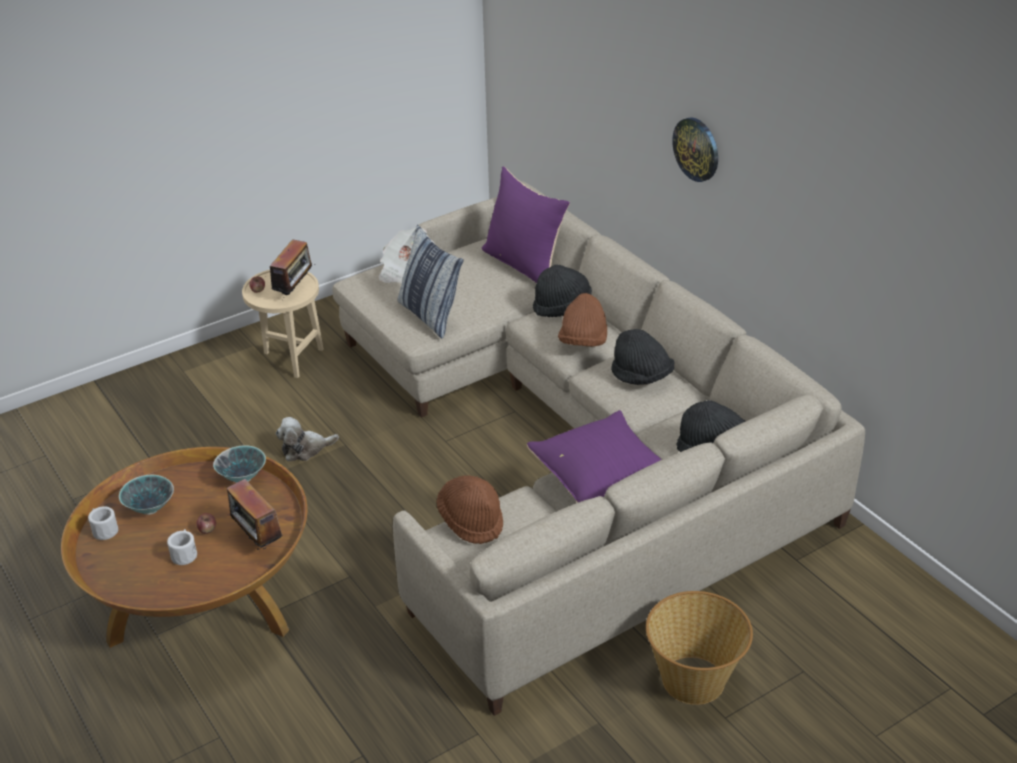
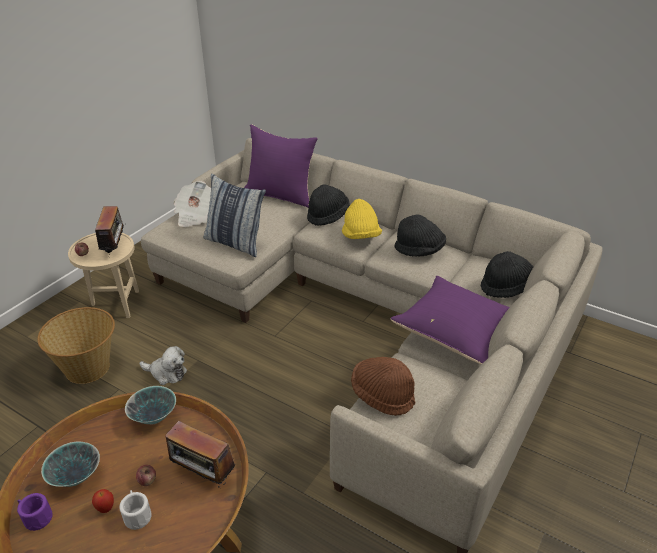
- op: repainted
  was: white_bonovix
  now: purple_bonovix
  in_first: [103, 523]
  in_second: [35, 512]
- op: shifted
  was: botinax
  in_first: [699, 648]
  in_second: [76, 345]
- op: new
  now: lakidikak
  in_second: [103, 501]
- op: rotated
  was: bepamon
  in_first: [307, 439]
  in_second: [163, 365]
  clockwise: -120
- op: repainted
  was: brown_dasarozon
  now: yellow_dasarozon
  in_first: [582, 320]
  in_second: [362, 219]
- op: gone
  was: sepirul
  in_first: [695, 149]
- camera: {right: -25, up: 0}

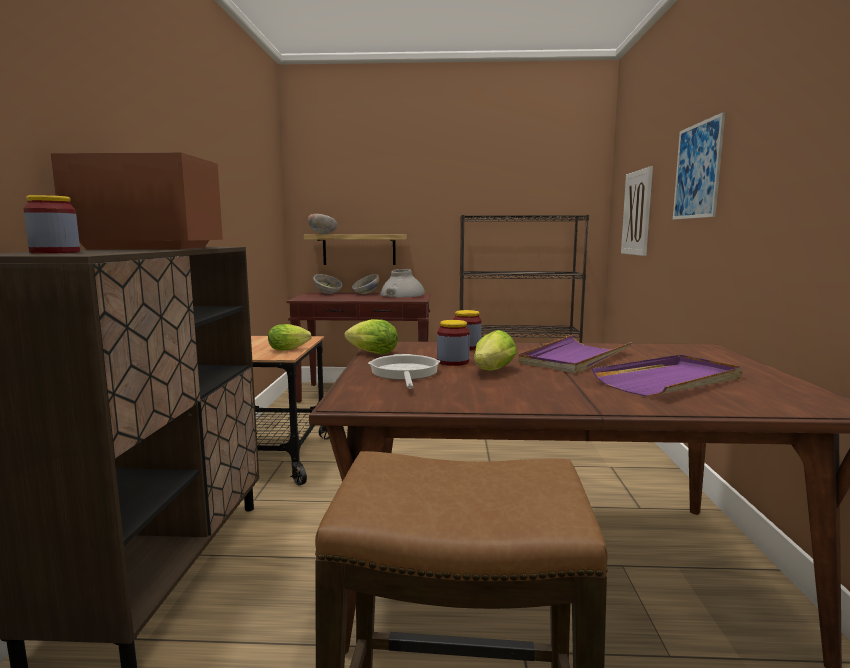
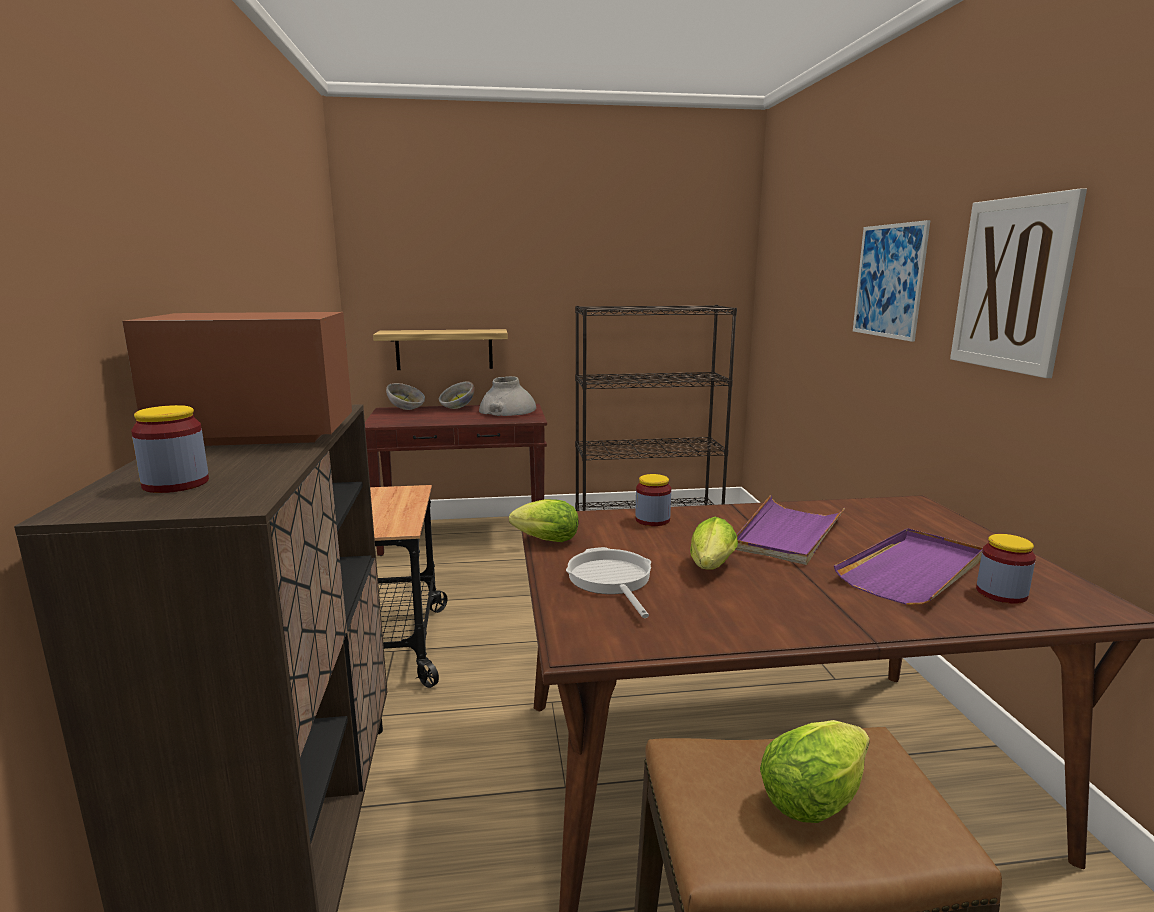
- op: shifted
  was: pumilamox
  in_first: [290, 337]
  in_second: [815, 771]
- op: shifted
  was: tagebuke
  in_first: [637, 211]
  in_second: [1018, 283]
- op: shifted
  was: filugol
  in_first: [453, 343]
  in_second: [1006, 569]
- op: gone
  was: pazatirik
  in_first: [323, 224]
- camera: {right: -10, up: 5}

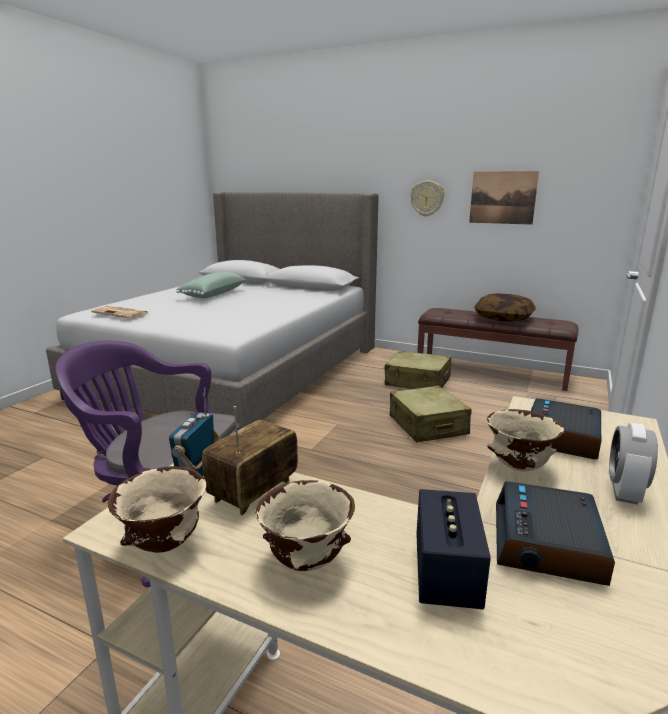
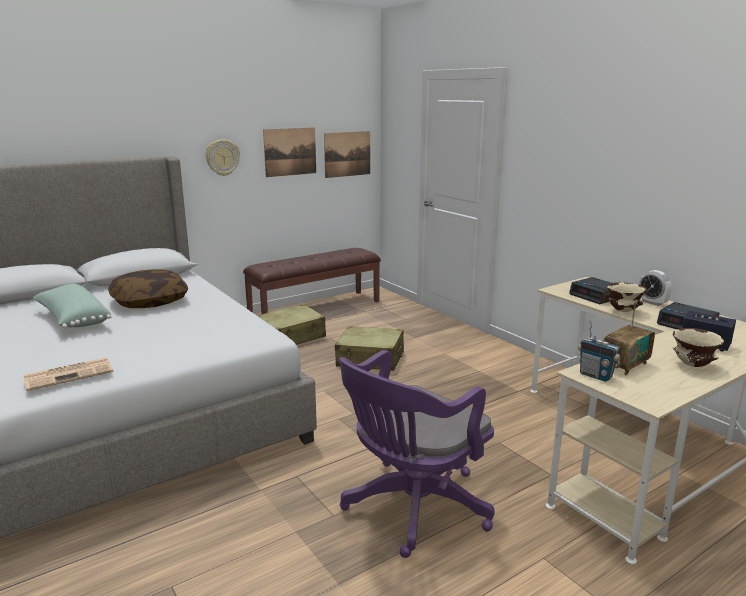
- op: shifted
  was: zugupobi
  in_first: [505, 307]
  in_second: [148, 288]
- op: new
  now: tagebuke
  in_second: [347, 154]
- op: rotated
  was: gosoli
  in_first: [250, 460]
  in_second: [629, 337]
  clockwise: -105
- op: gone
  was: beige_pazatirik
  in_first: [157, 509]
- camera: {right: -60, up: 0}

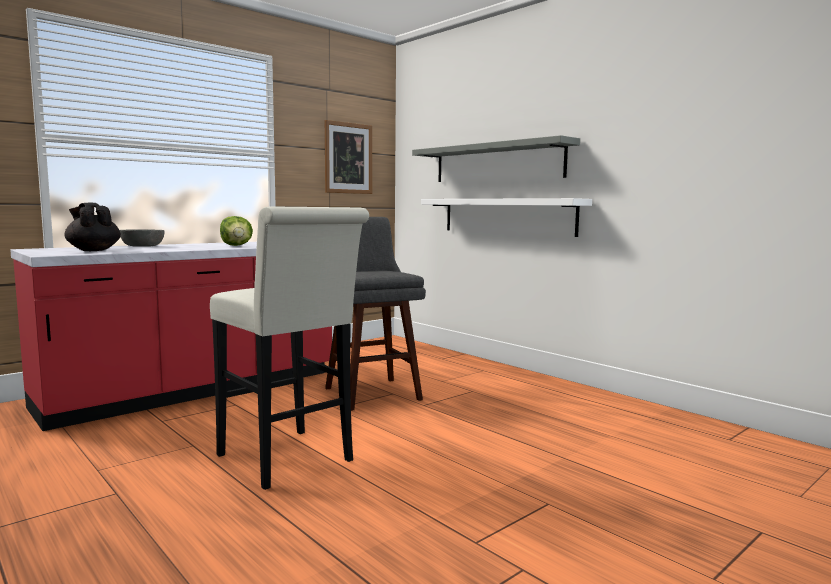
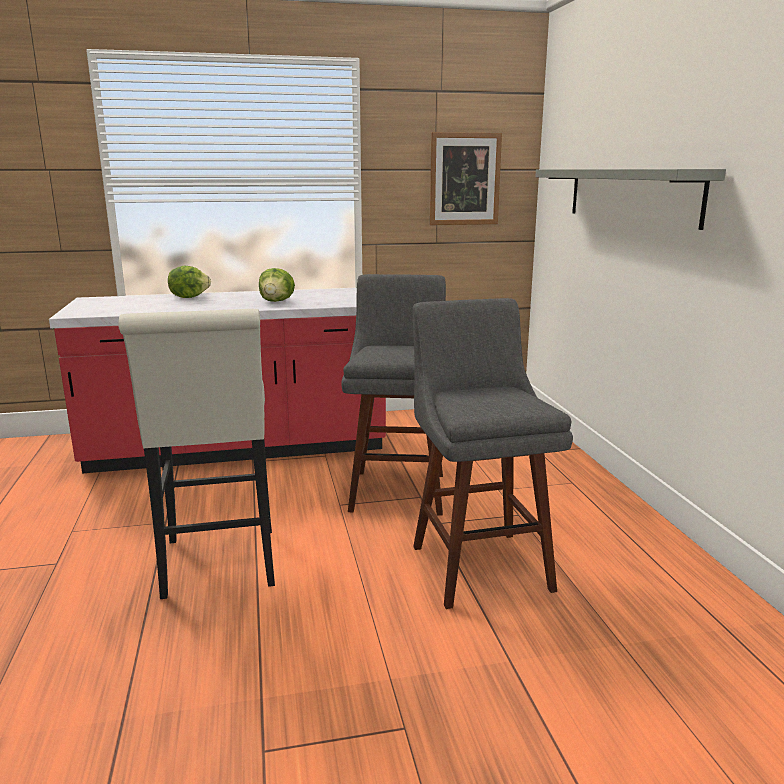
- op: swapped
  was: grey_pazatirik
  now: pumilamox
  in_first: [142, 238]
  in_second: [189, 282]
- op: new
  now: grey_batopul
  in_second: [493, 453]
- op: gone
  was: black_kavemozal
  in_first: [92, 227]
- op: gone
  was: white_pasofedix
  in_first: [506, 217]
- camera: {right: 30, up: 10}

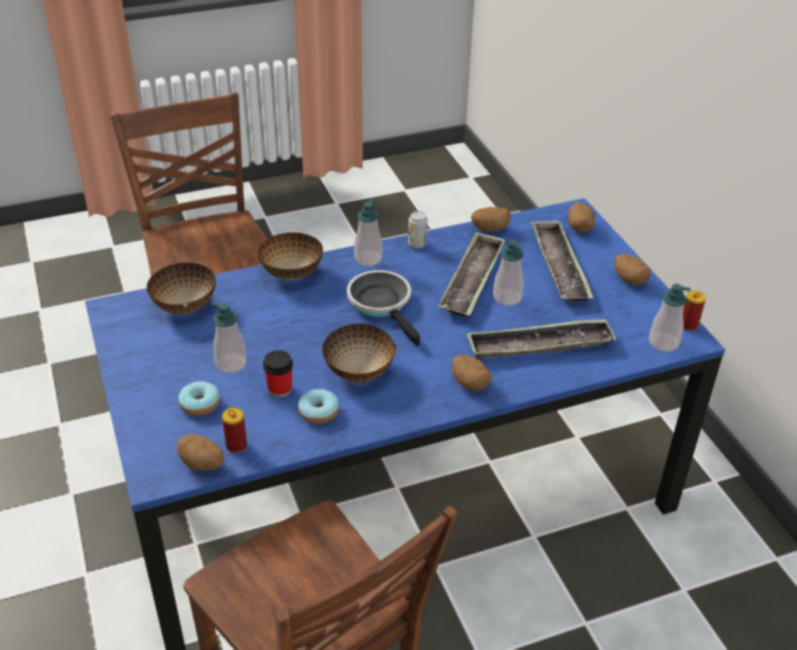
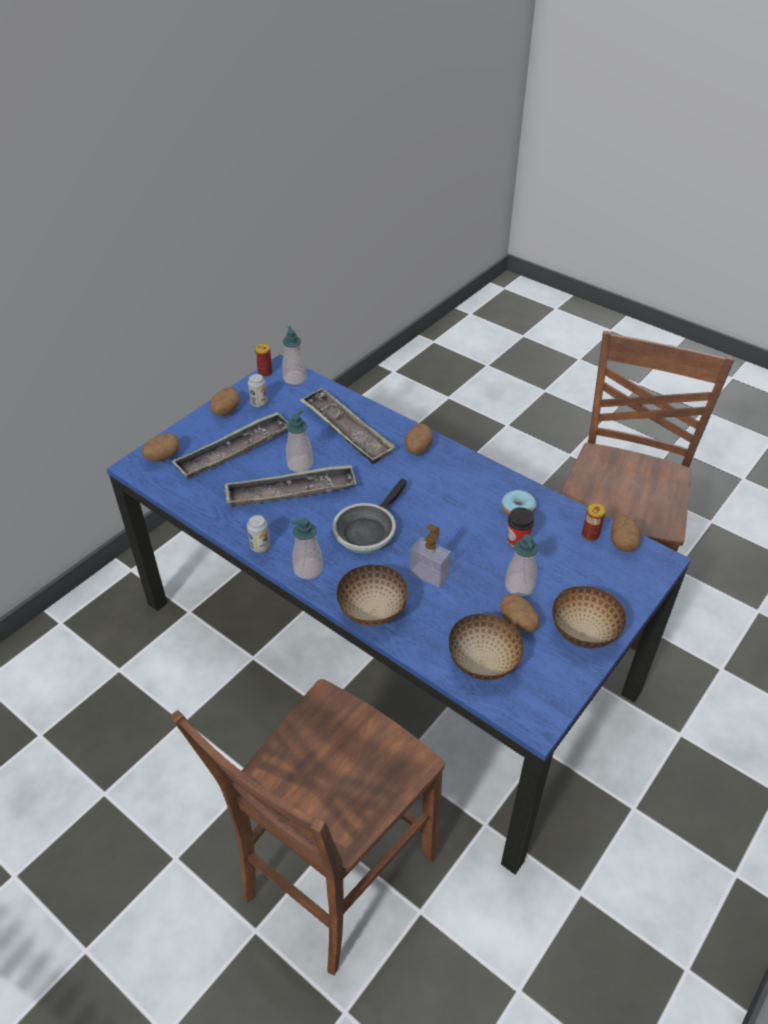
- op: new
  now: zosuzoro
  in_second: [257, 390]
- op: new
  now: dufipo
  in_second: [430, 556]
- op: shifted
  was: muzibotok
  in_first: [491, 219]
  in_second: [519, 613]
- op: shifted
  was: pazatirik
  in_first: [359, 353]
  in_second: [589, 617]
- op: gone
  was: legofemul
  in_first: [199, 398]
- camera: {right: -120, up: 5}

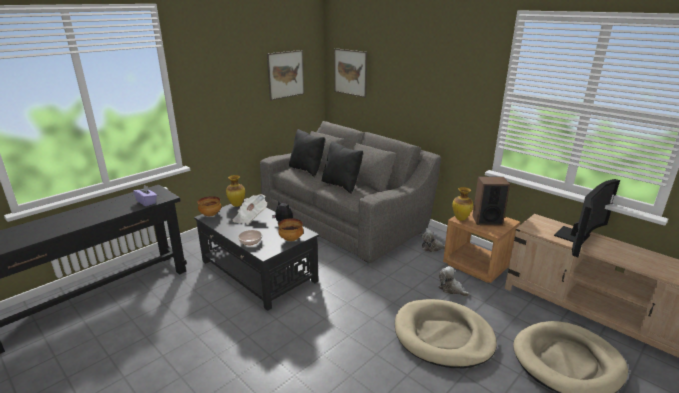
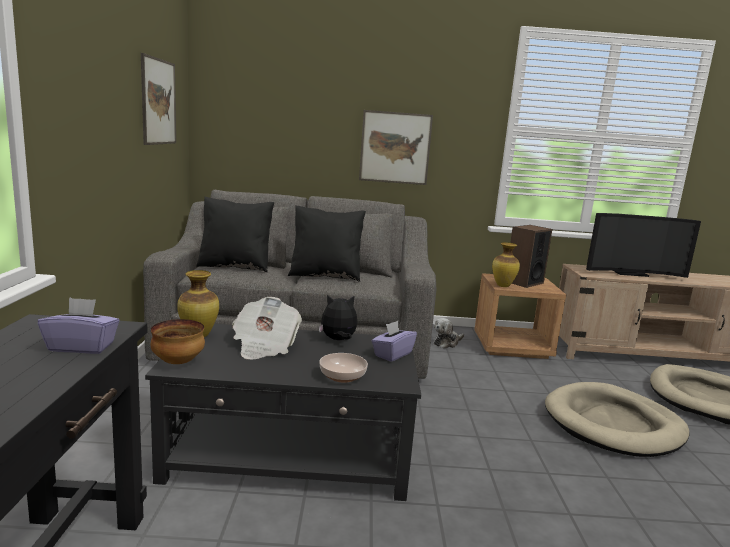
- op: shifted
  was: tagebuke
  in_first: [350, 73]
  in_second: [396, 147]
- op: swapped
  was: pazatirik
  now: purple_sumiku
  in_first: [290, 229]
  in_second: [394, 341]
- op: rotated
  was: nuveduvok
  in_first: [587, 218]
  in_second: [643, 245]
  clockwise: 90
- op: gone
  was: bepamon
  in_first: [454, 281]
- camera: {right: -45, up: -10}

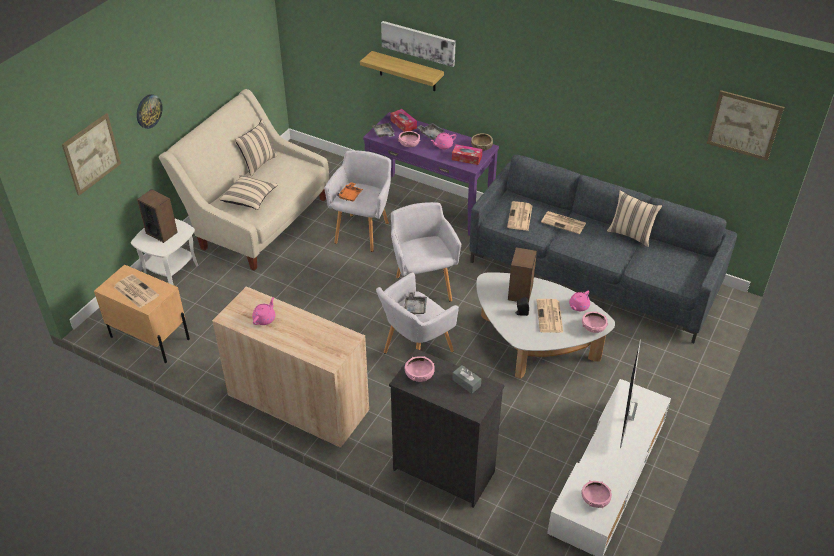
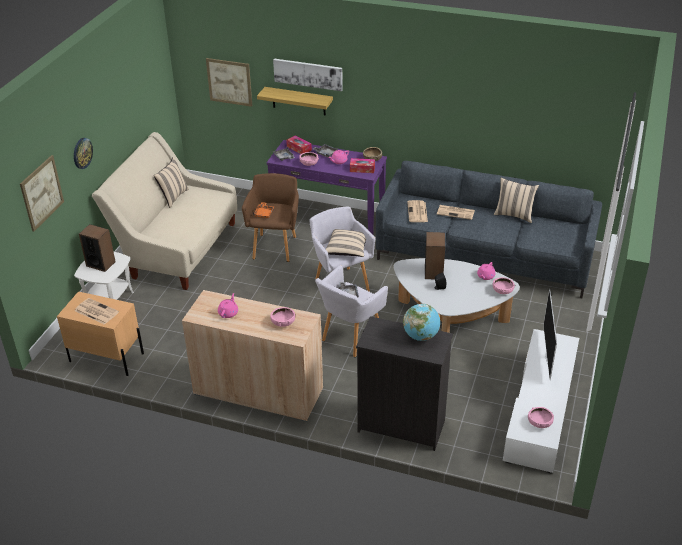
- op: shifted
  was: tagebuke
  in_first: [745, 125]
  in_second: [229, 82]
- op: repainted
  was: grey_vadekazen
  now: brown_vadekazen
  in_first: [357, 201]
  in_second: [270, 217]
- op: shifted
  was: pink_pazatirik
  in_first: [420, 369]
  in_second: [282, 317]
- op: shifted
  was: beige_zugupobi
  in_first: [248, 192]
  in_second: [346, 243]
- op: swapped
  was: grey_sumiku
  now: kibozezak
  in_first: [466, 379]
  in_second: [421, 322]
- op: gone
  was: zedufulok
  in_first: [549, 316]
- camera: {right: -10, up: -5}

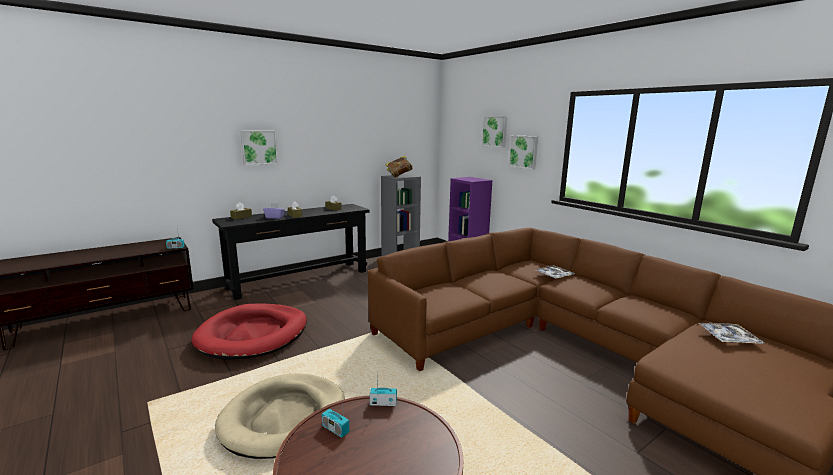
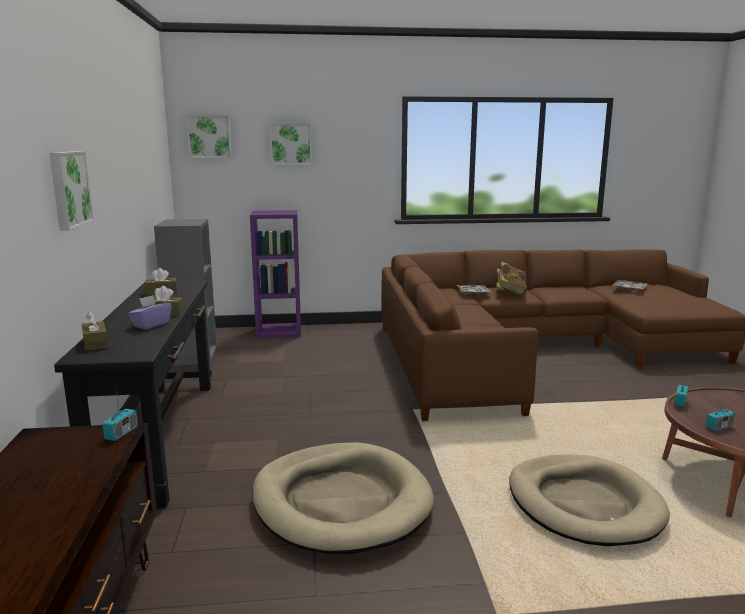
- op: shifted
  was: tagebuke
  in_first: [523, 152]
  in_second: [209, 136]
- op: repainted
  was: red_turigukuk
  now: beige_turigukuk
  in_first: [249, 331]
  in_second: [343, 498]
- op: shifted
  was: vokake
  in_first: [399, 166]
  in_second: [511, 279]
- camera: {right: -60, up: 0}

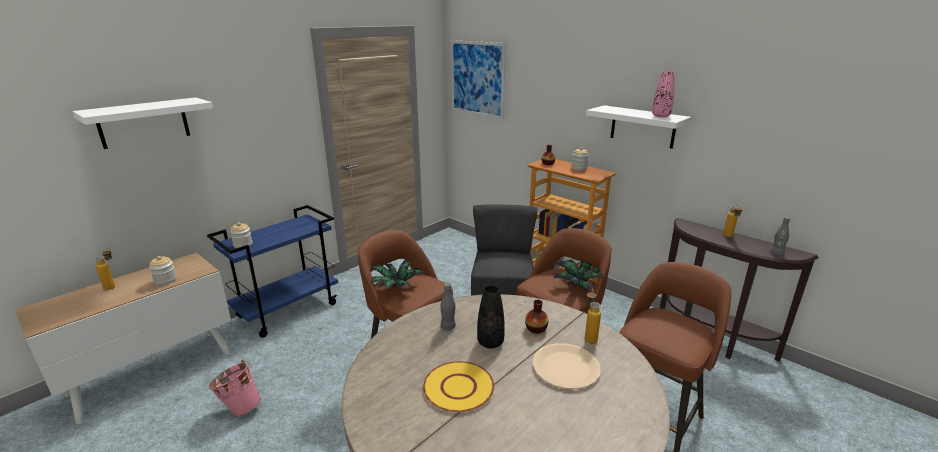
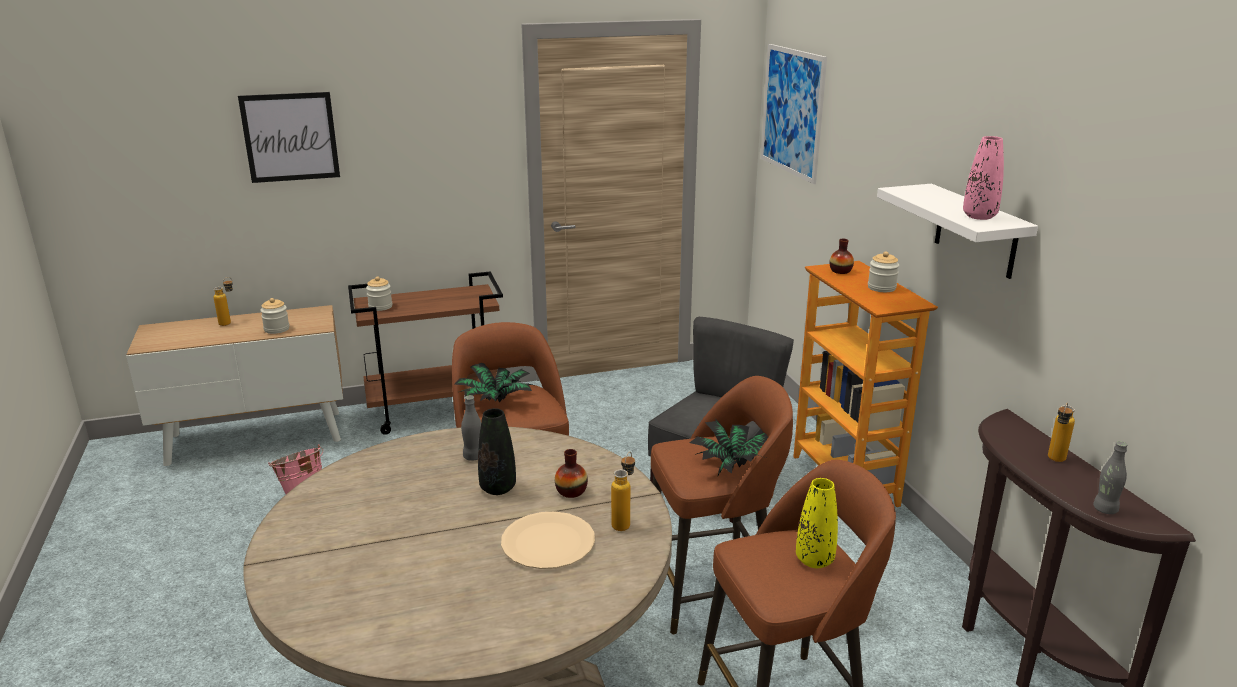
- op: swapped
  was: white_pasofedix
  now: tagebuke
  in_first: [142, 123]
  in_second: [289, 137]
- op: repainted
  was: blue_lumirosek
  now: brown_lumirosek
  in_first: [272, 271]
  in_second: [425, 353]
- op: new
  now: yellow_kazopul
  in_second: [817, 523]
- op: gone
  was: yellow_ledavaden
  in_first: [458, 386]
- camera: {right: 30, up: 0}

